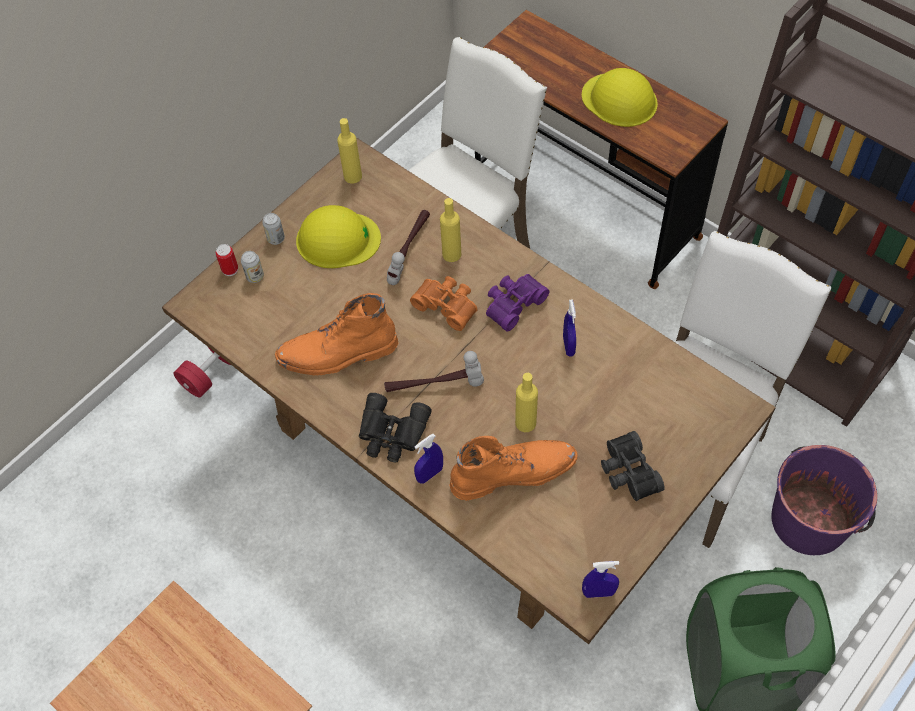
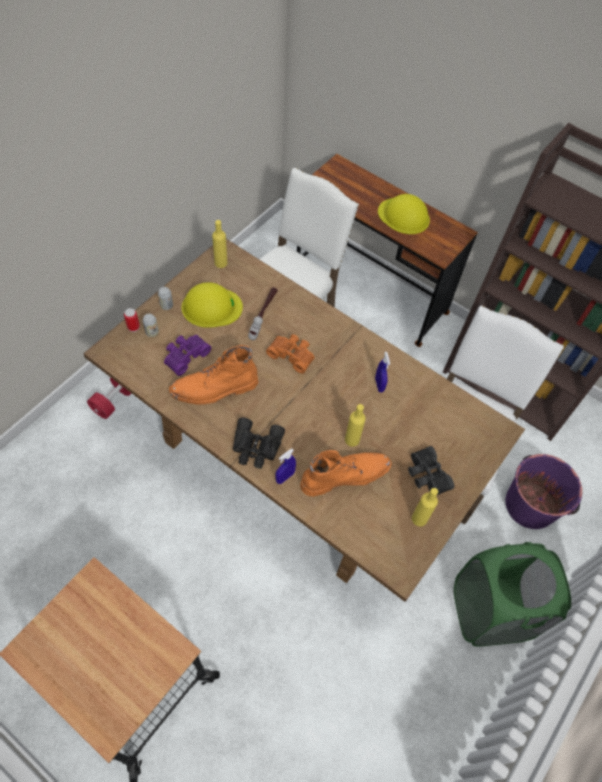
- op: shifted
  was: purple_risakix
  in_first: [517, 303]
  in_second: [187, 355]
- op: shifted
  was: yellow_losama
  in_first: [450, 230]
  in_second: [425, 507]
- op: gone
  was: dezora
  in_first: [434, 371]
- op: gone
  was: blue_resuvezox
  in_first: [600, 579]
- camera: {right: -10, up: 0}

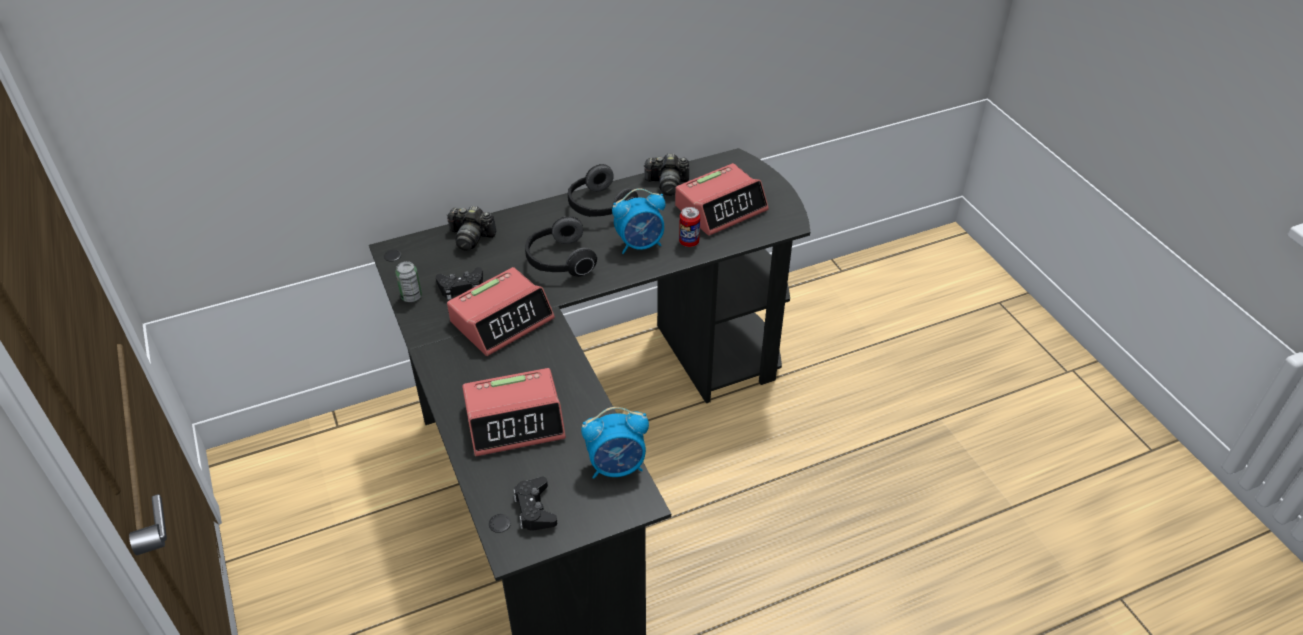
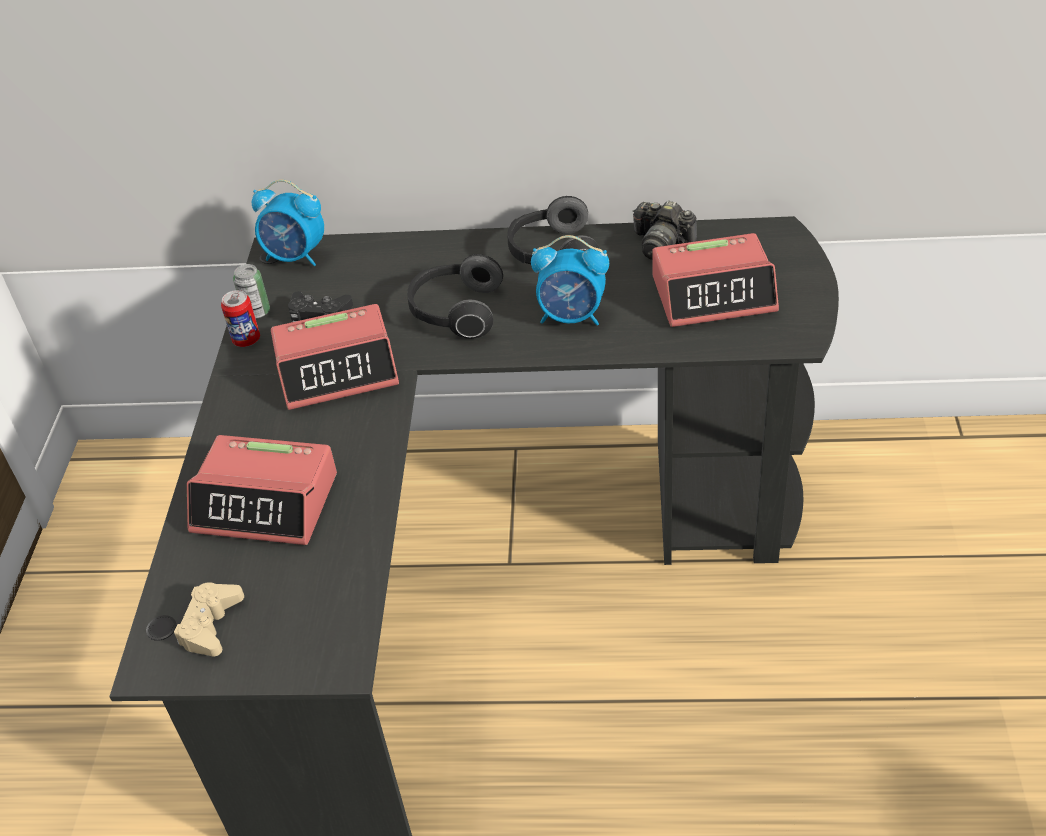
- op: repainted
  was: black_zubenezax
  now: beige_zubenezax
  in_first: [535, 504]
  in_second: [209, 619]
- op: shifted
  was: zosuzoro
  in_first: [689, 227]
  in_second: [240, 318]
- op: shifted
  was: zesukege
  in_first: [615, 443]
  in_second: [288, 222]
- op: gone
  was: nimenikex
  in_first: [471, 228]
- camera: {right: 30, up: 0}

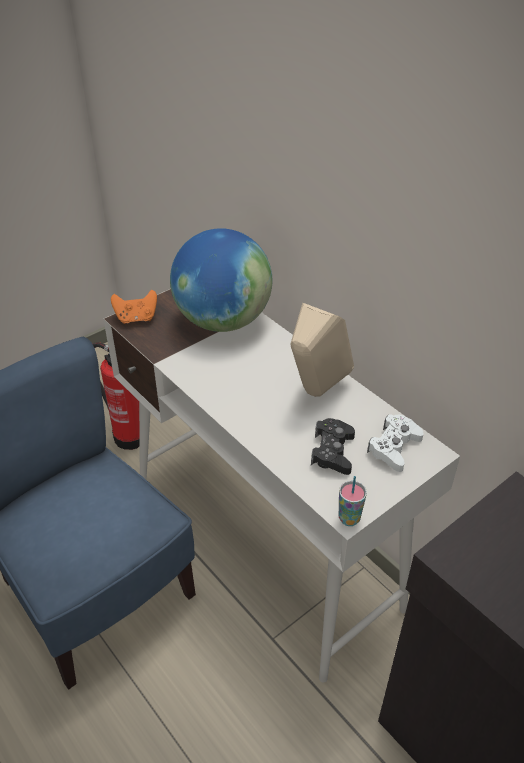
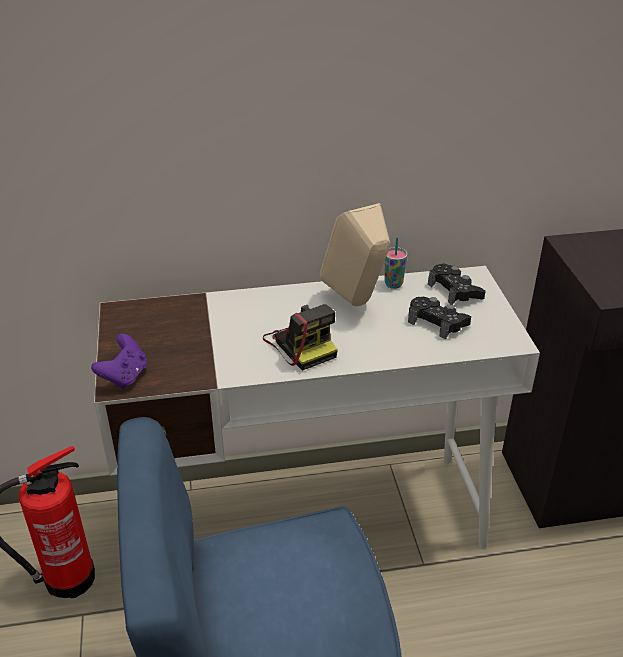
- op: repainted
  was: orange_zubenezax
  now: purple_zubenezax
  in_first: [134, 307]
  in_second: [119, 361]
- op: new
  now: nimenikex
  in_second: [300, 337]
- op: shifted
  was: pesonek
  in_first: [353, 501]
  in_second: [396, 263]
- op: repainted
  was: white_zubenezax
  now: black_zubenezax
  in_first: [395, 443]
  in_second: [456, 284]
- op: gone
  was: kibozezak
  in_first: [221, 280]
- camera: {right: -60, up: -5}

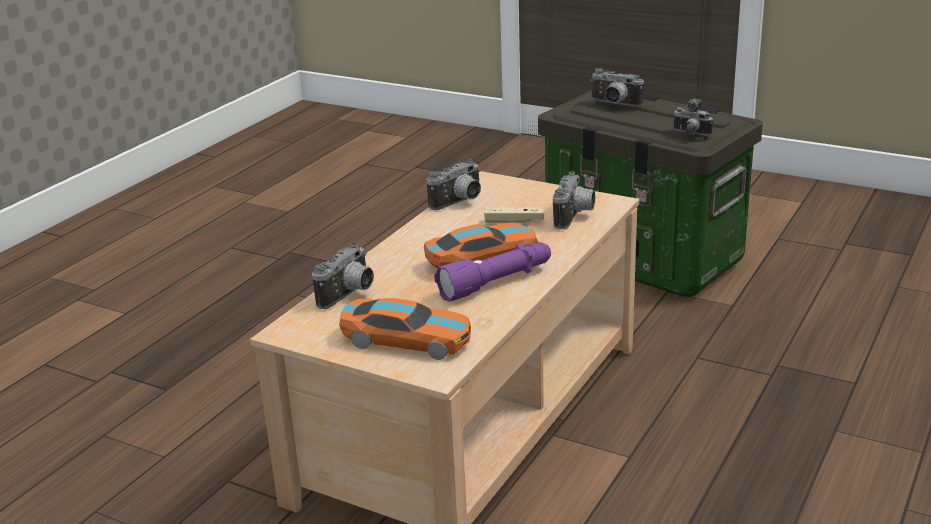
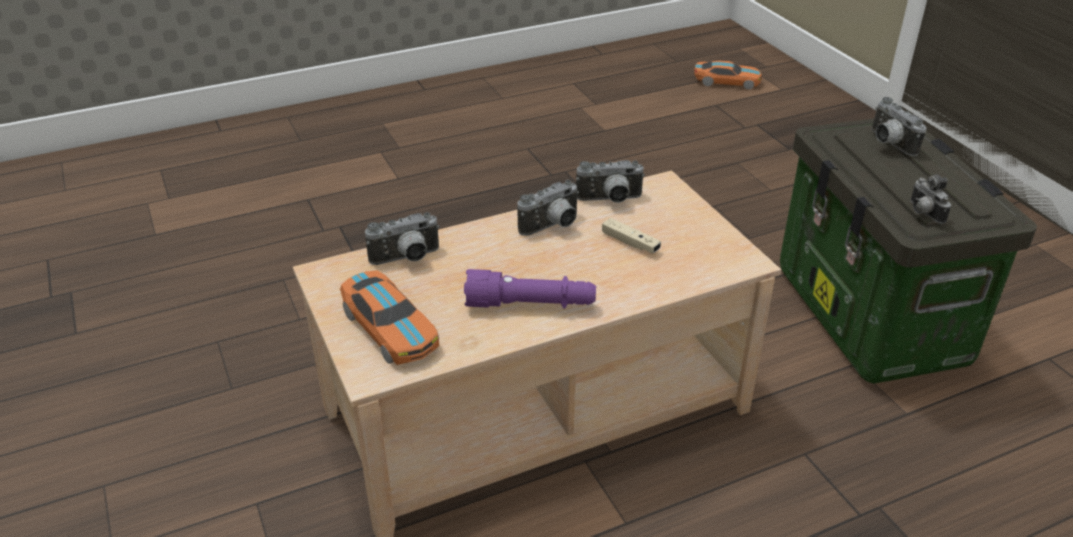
- op: shifted
  was: nimenikex
  in_first: [574, 200]
  in_second: [548, 208]
- op: shifted
  was: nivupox
  in_first: [481, 245]
  in_second: [728, 74]
- camera: {right: 35, up: 10}

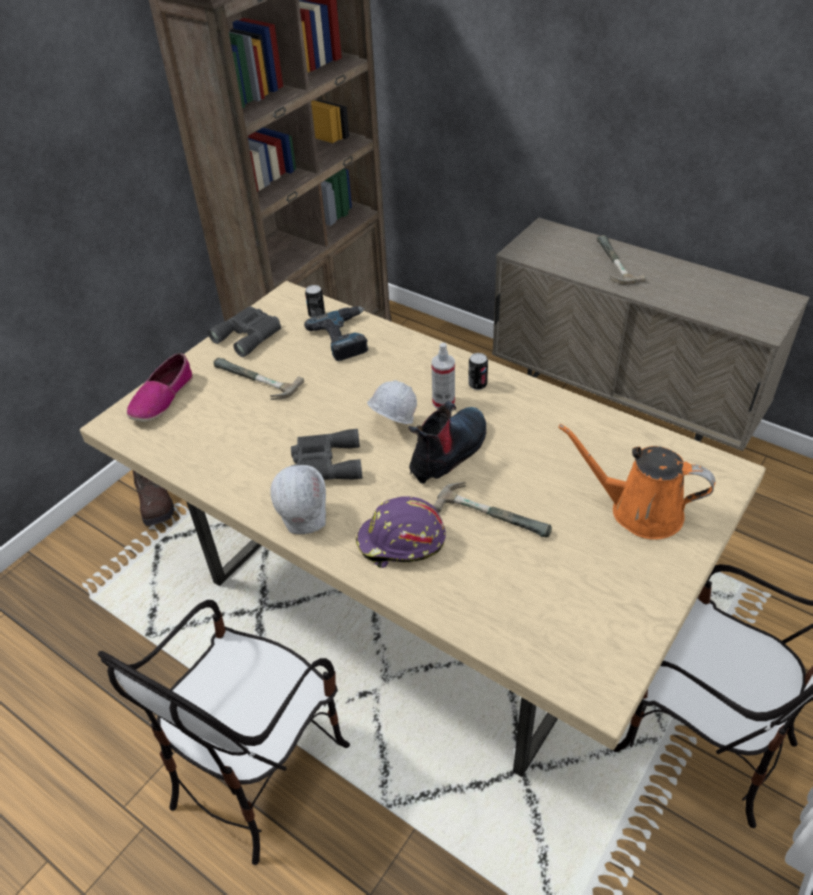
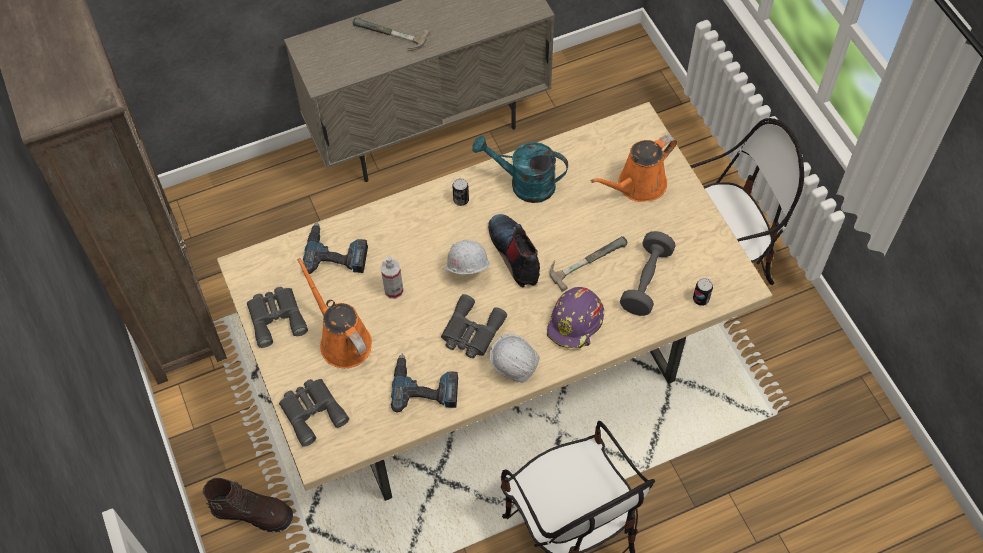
- op: swapped
  was: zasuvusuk
  now: grey_risakix
  in_first: [160, 387]
  in_second: [314, 413]
- op: swapped
  was: dezora
  now: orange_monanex
  in_first: [259, 379]
  in_second: [334, 313]
- op: shifted
  was: resuvezox
  in_first: [443, 376]
  in_second: [392, 277]
- op: new
  now: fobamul
  in_second: [424, 382]
- op: new
  now: turquoise_monanex
  in_second: [520, 169]
- op: new
  now: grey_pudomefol
  in_second: [647, 273]
- op: shifted
  was: zosuzoro
  in_first: [315, 301]
  in_second: [703, 292]
- camera: {right: -60, up: 15}

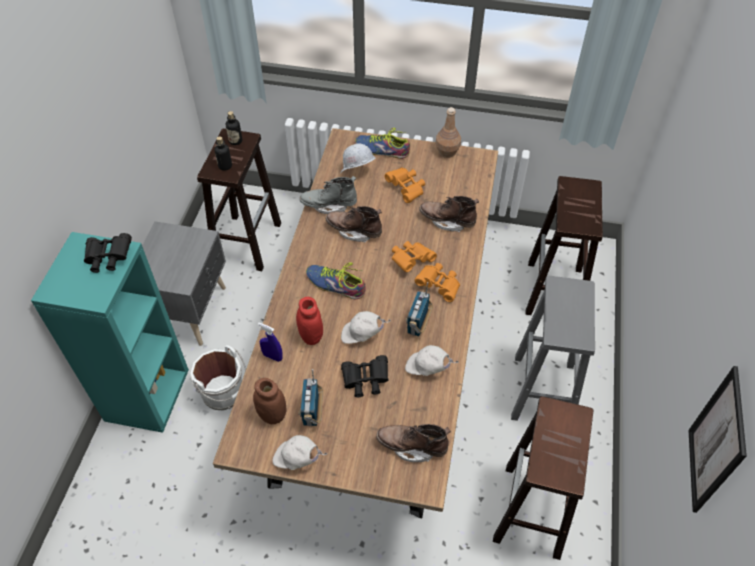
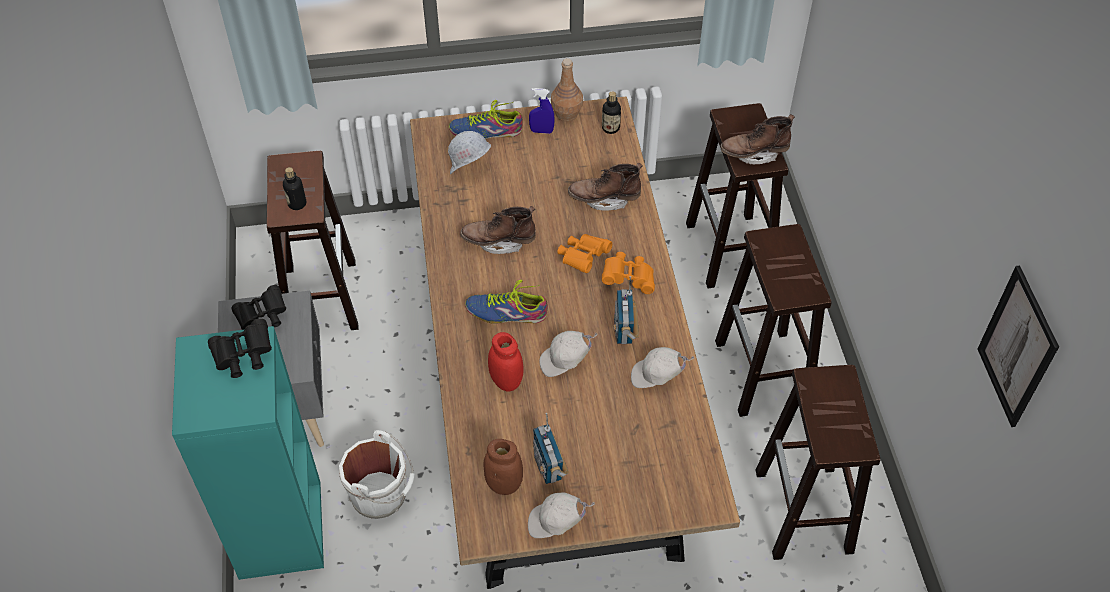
- op: shifted
  was: black_risakix
  in_first: [364, 376]
  in_second: [258, 307]
- op: shifted
  was: blue_resuvezox
  in_first: [270, 342]
  in_second: [541, 111]
- op: shifted
  was: losama
  in_first: [234, 128]
  in_second: [611, 112]
- op: repainted
  was: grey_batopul
  now: brown_batopul
  in_first: [553, 348]
  in_second: [773, 320]
- op: shifted
  was: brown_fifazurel
  in_first: [413, 443]
  in_second: [757, 139]
- op: gone
  was: grey_fifazurel
  in_first: [328, 195]
- op: gone
  was: orange_risakix
  in_first: [405, 185]
- camera: {right: -20, up: 0}

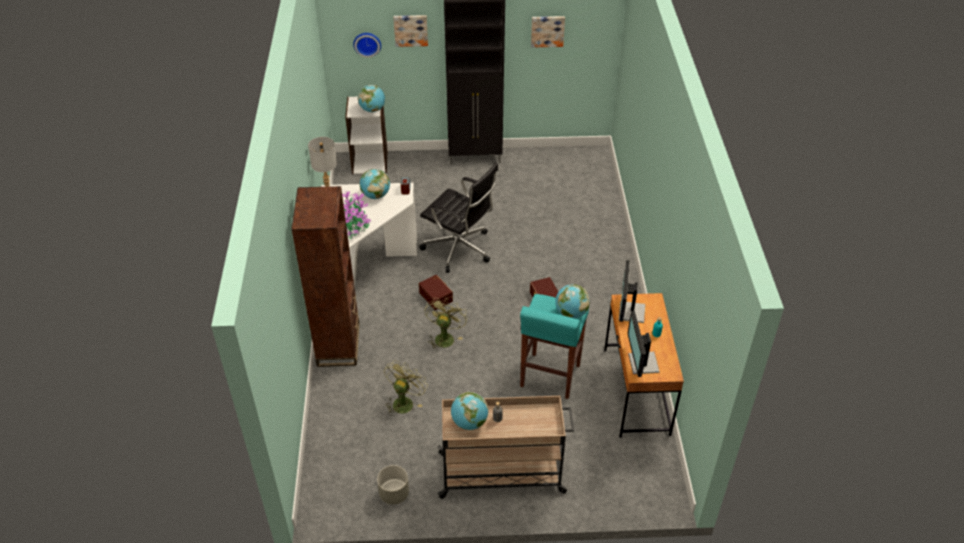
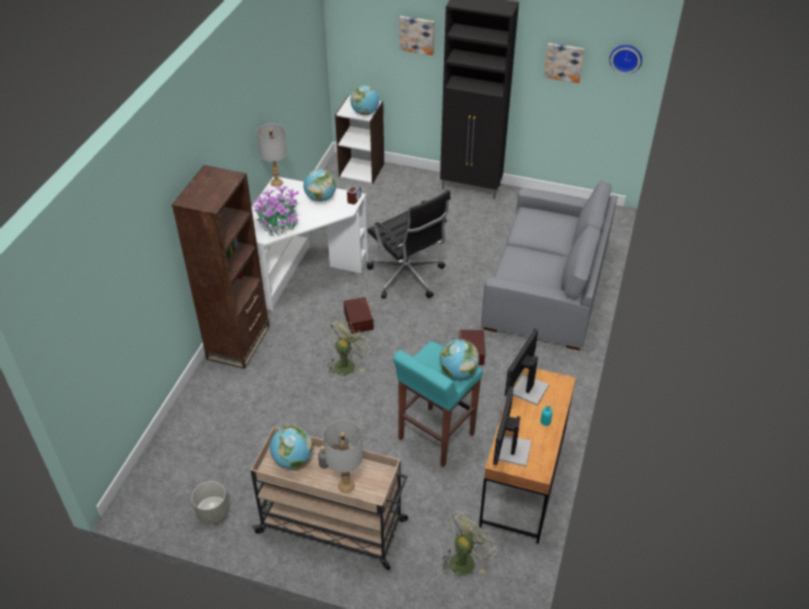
- op: new
  now: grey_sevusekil
  in_second: [343, 456]
- op: shifted
  was: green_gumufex
  in_first: [406, 388]
  in_second: [469, 543]
- op: new
  now: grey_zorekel
  in_second: [550, 265]
- op: shifted
  was: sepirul
  in_first: [367, 45]
  in_second: [625, 59]
- camera: {right: 20, up: 0}

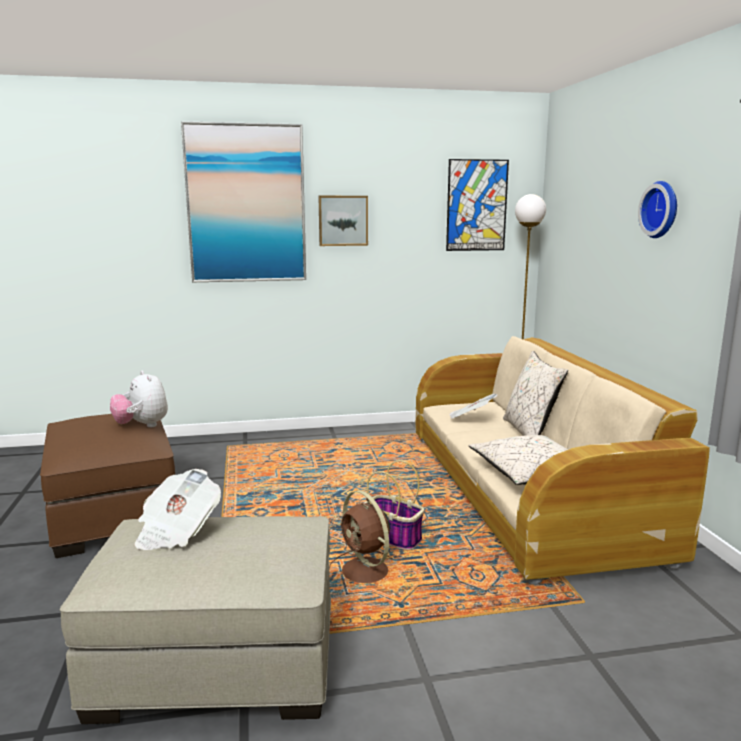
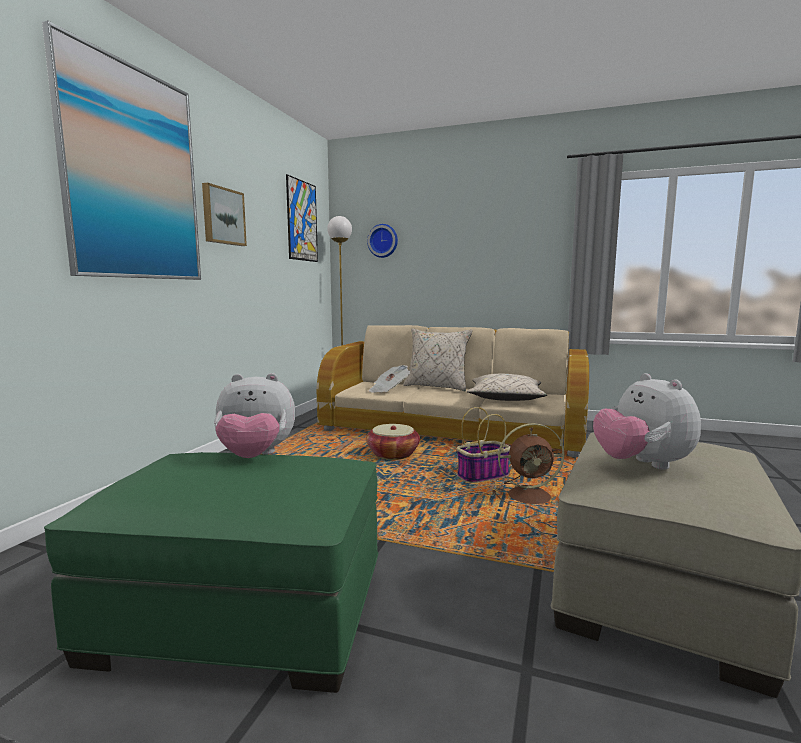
- op: repainted
  was: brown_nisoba
  now: green_nisoba
  in_first: [107, 486]
  in_second: [211, 572]
- op: new
  now: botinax
  in_second: [393, 442]
- op: shifted
  was: sepirul
  in_first: [657, 209]
  in_second: [382, 241]
- op: swapped
  was: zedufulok
  now: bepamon
  in_first: [178, 509]
  in_second: [647, 421]
- camera: {right: -60, up: -5}

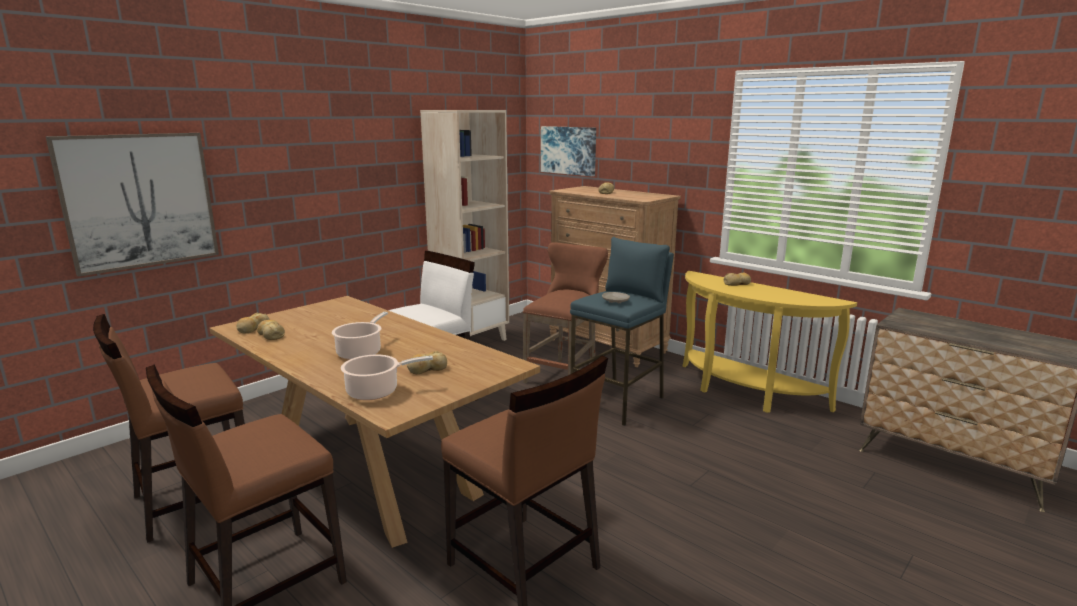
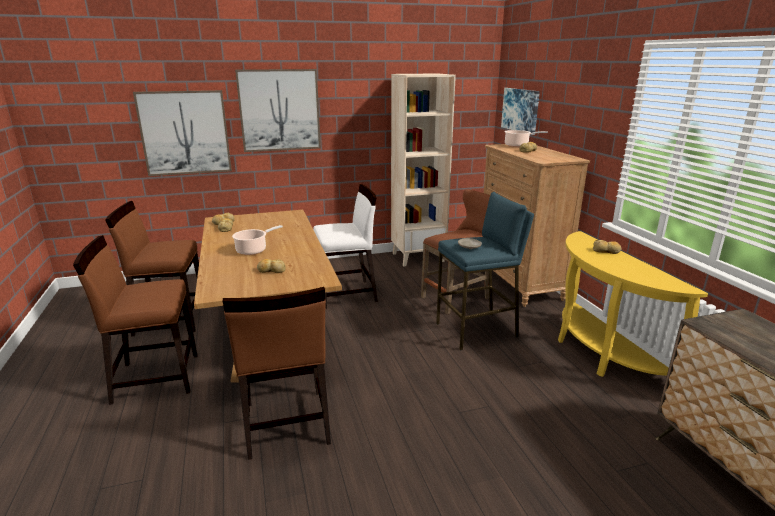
- op: new
  now: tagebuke
  in_second: [278, 110]
- op: shifted
  was: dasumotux
  in_first: [387, 377]
  in_second: [526, 138]
- camera: {right: 30, up: 5}

